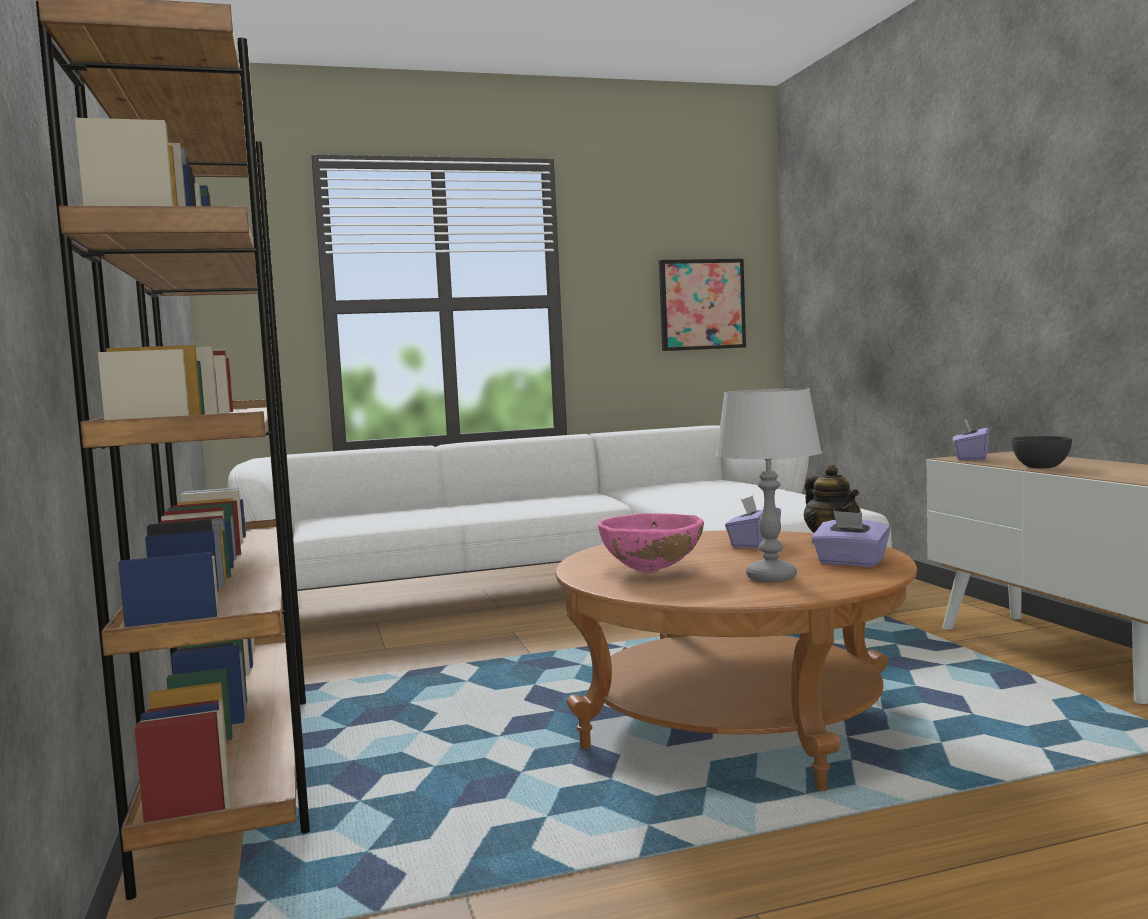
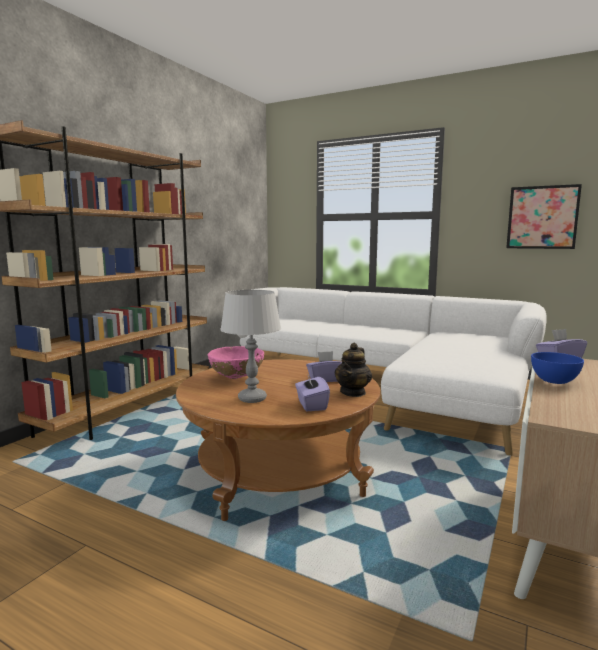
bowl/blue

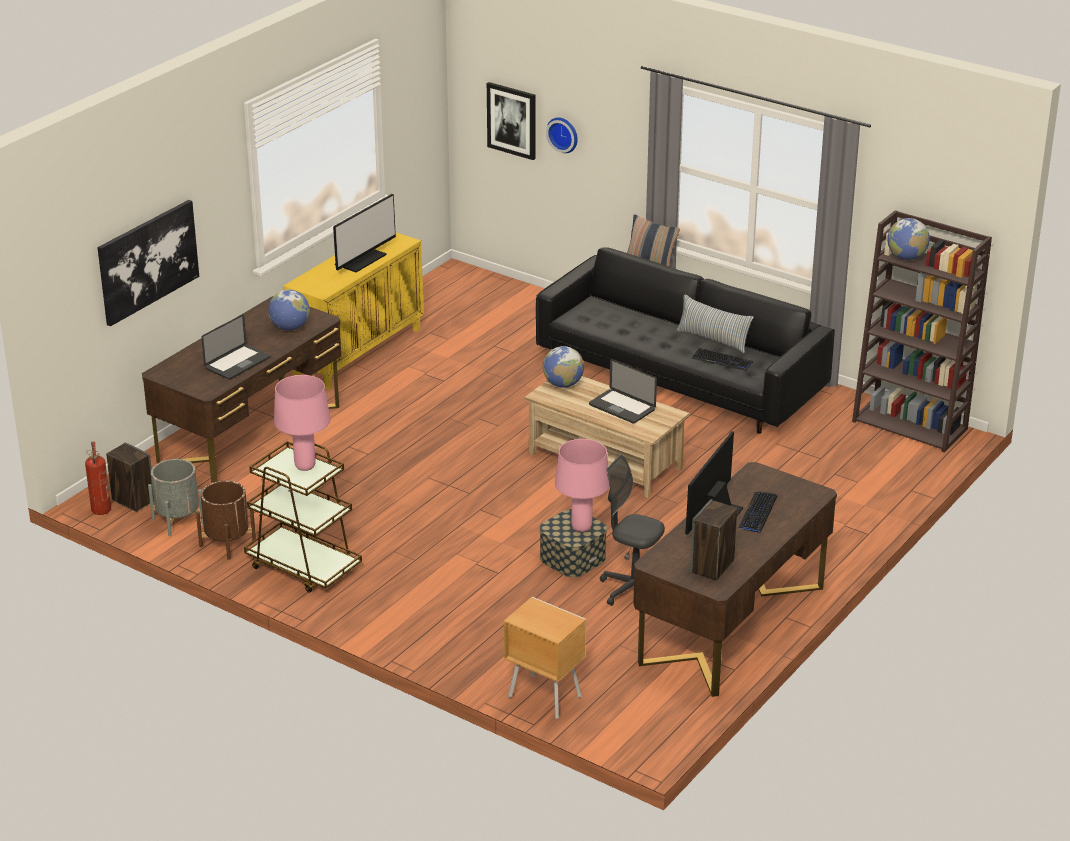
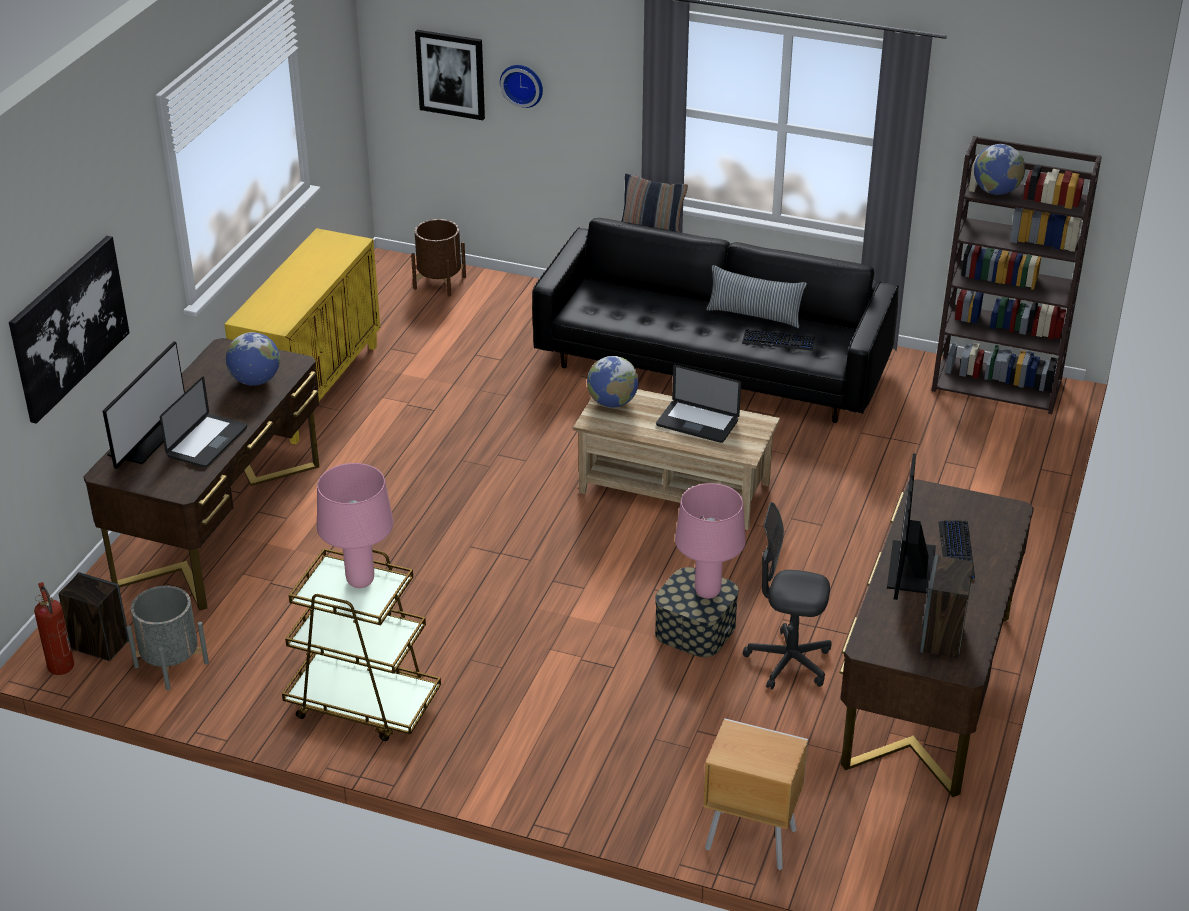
monitor (1st from left); planter/brown

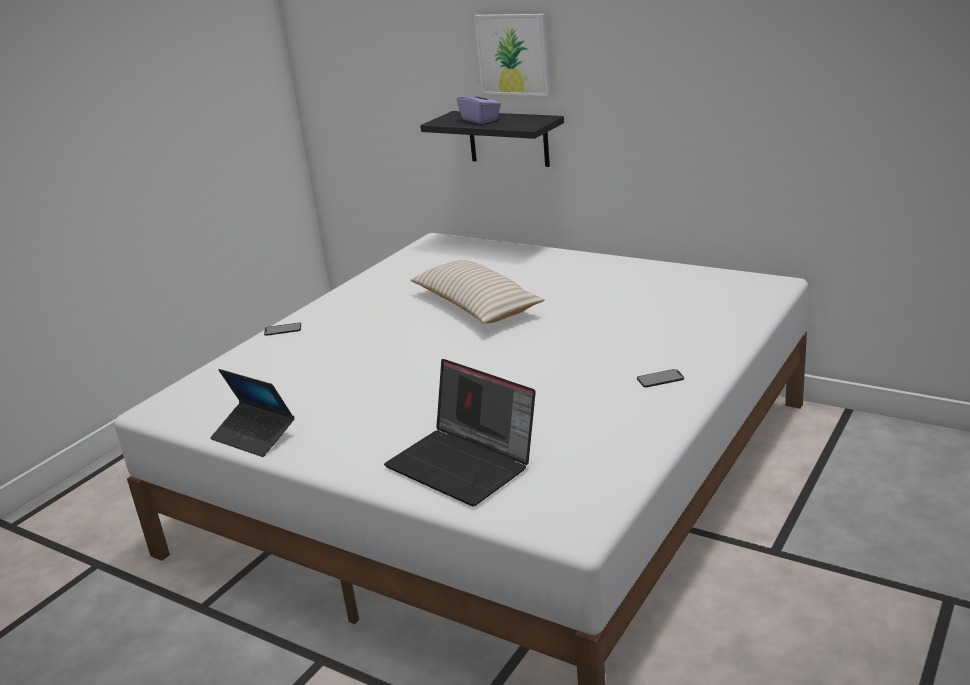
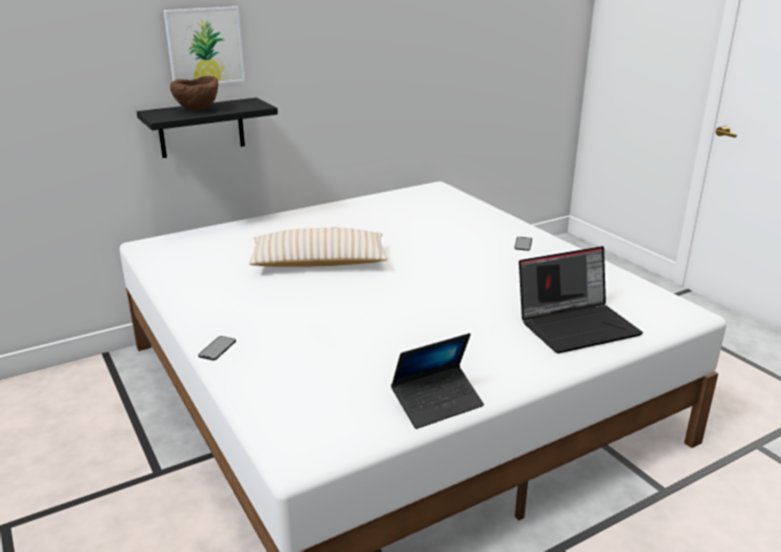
bowl/brown

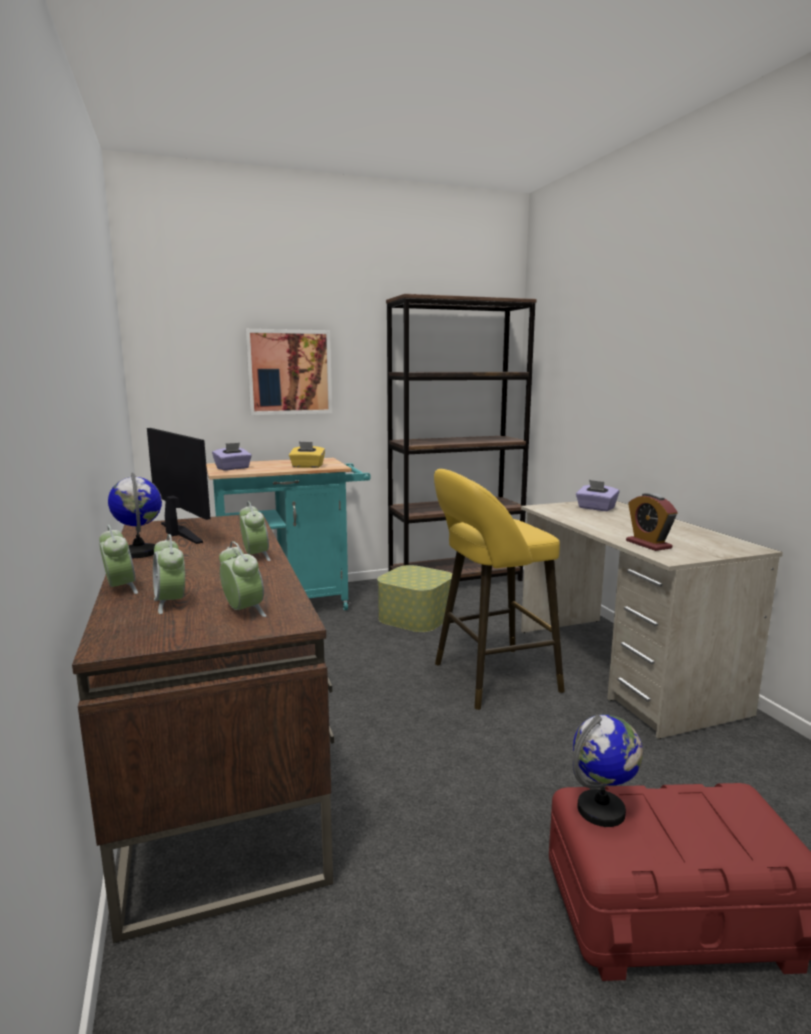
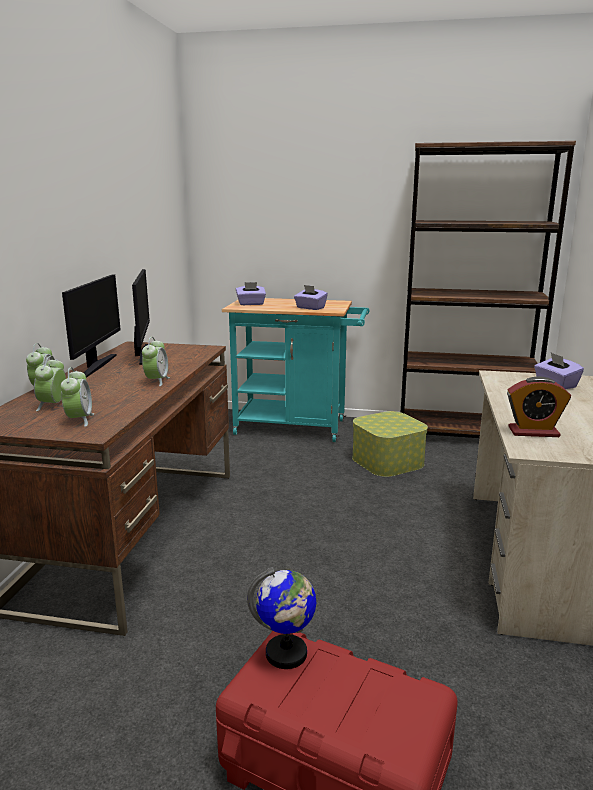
monitor (1st from left); tissue box/purple (2nd from left); alarm clock (5th from left); picture; stool/yellow

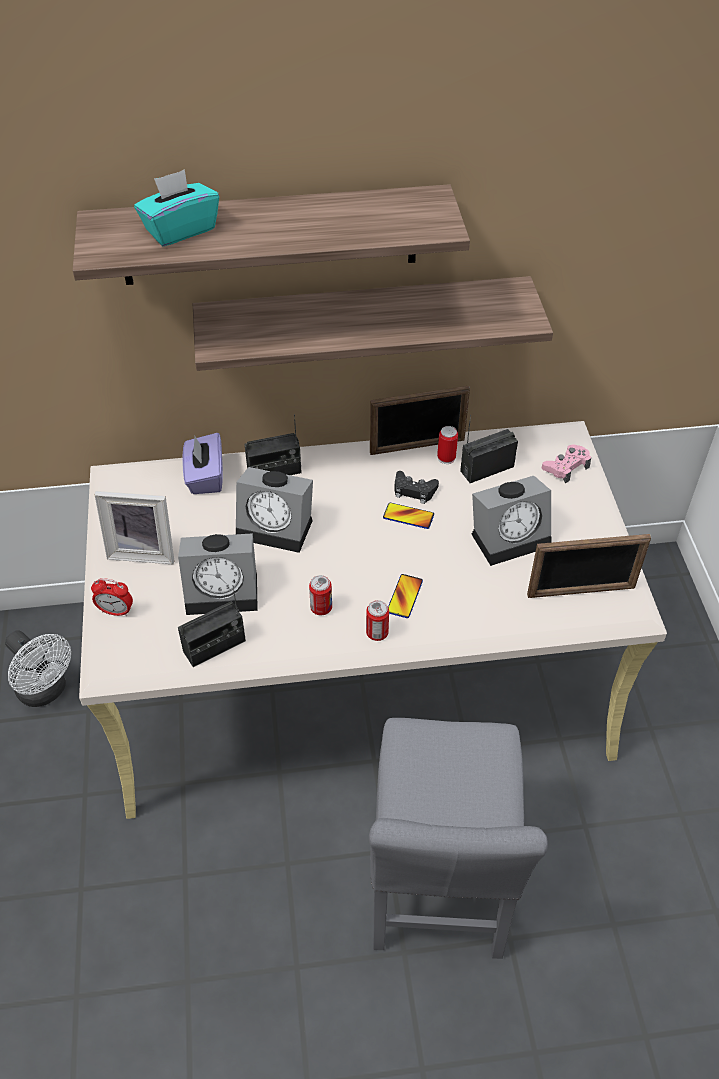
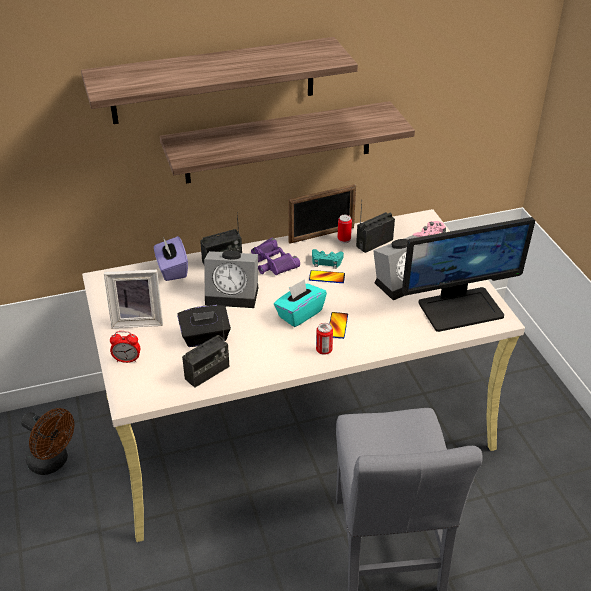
fan/brown; tissue box/black; binoculars/purple; tissue box/turquoise; game controller/turquoise; monitor; can (1st from left in the first image)

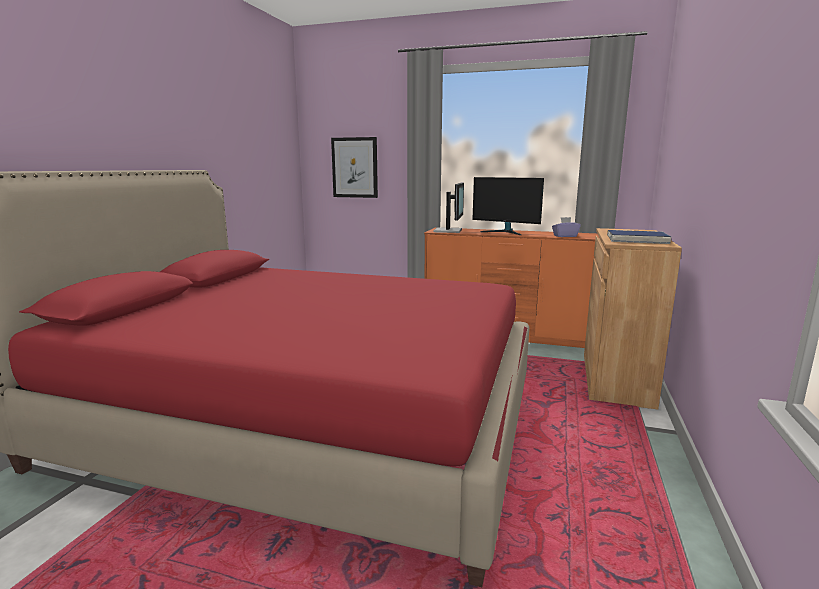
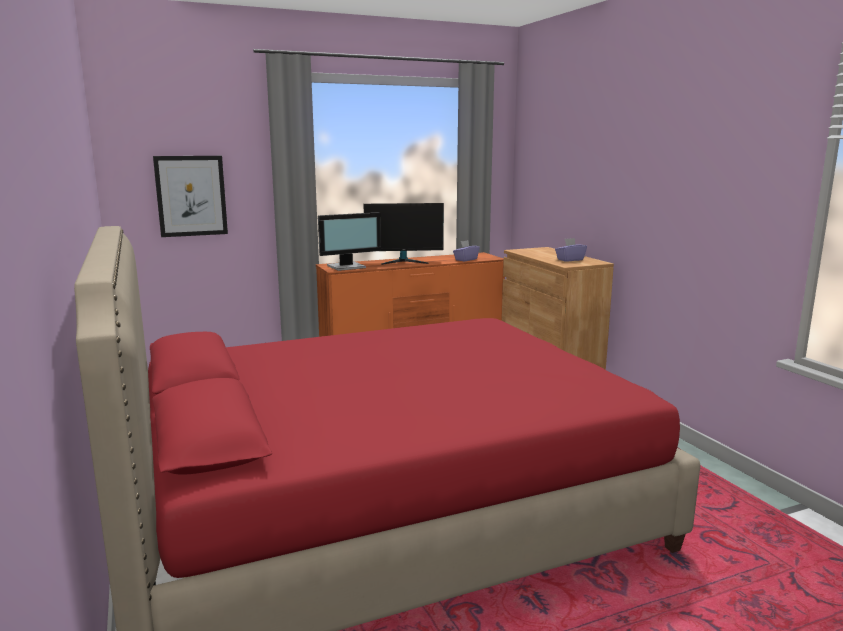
monitor (1st from left); tissue box/purple (2nd from left)

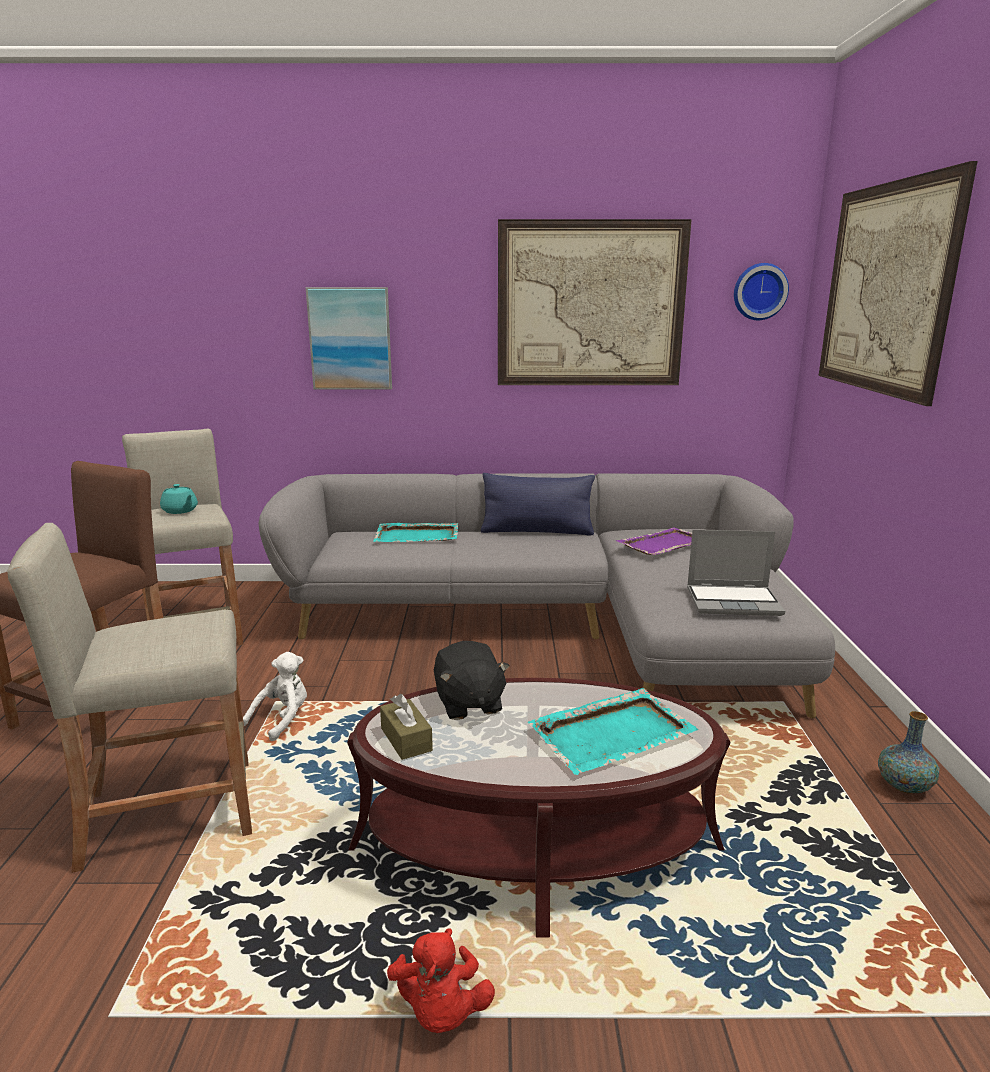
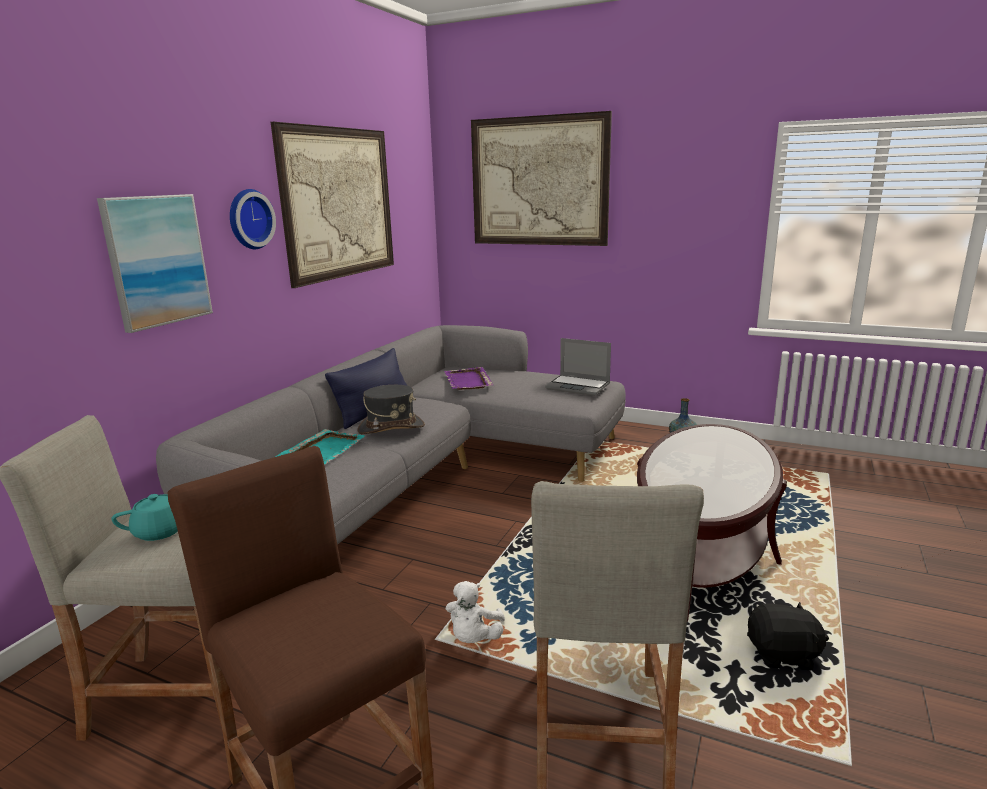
wall clock; hat/grey; plush toy/white; laptop; plush toy/black; tissue box/brown; plush toy/red; tray/turquoise (2nd from left in the first image)

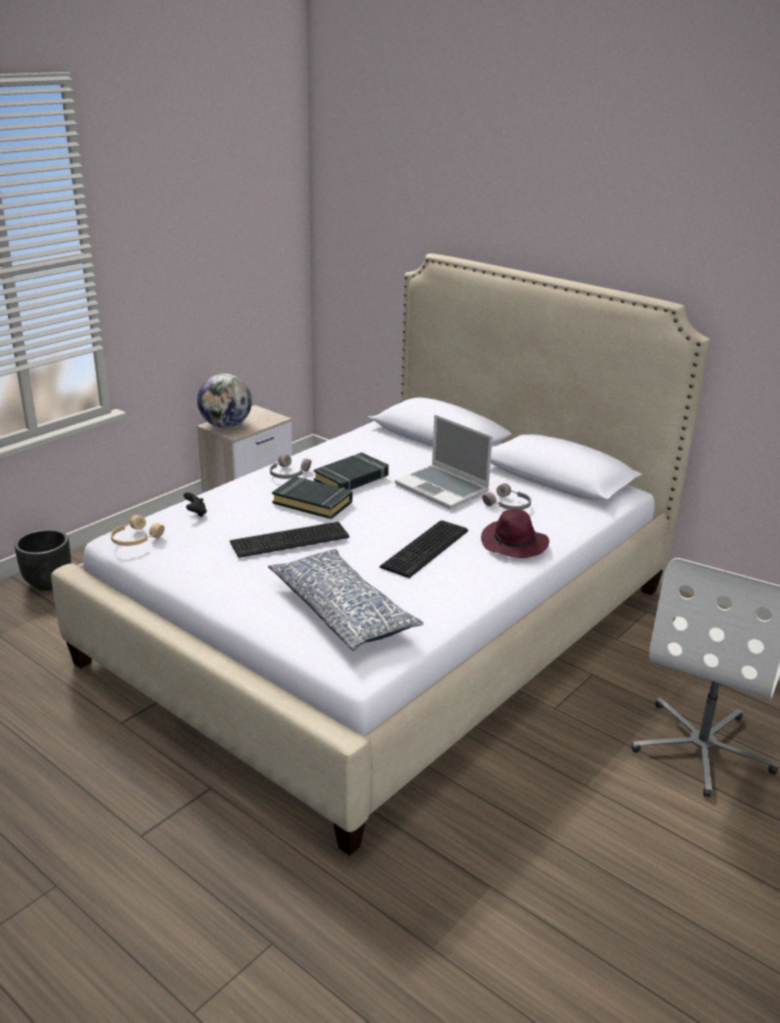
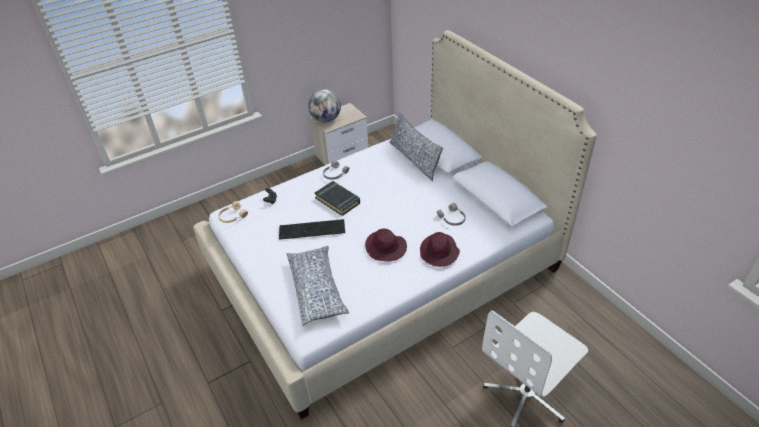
hat/purple (1st from left); pillow (2nd from left); planter/black; book/black (2nd from left in the first image); laptop

